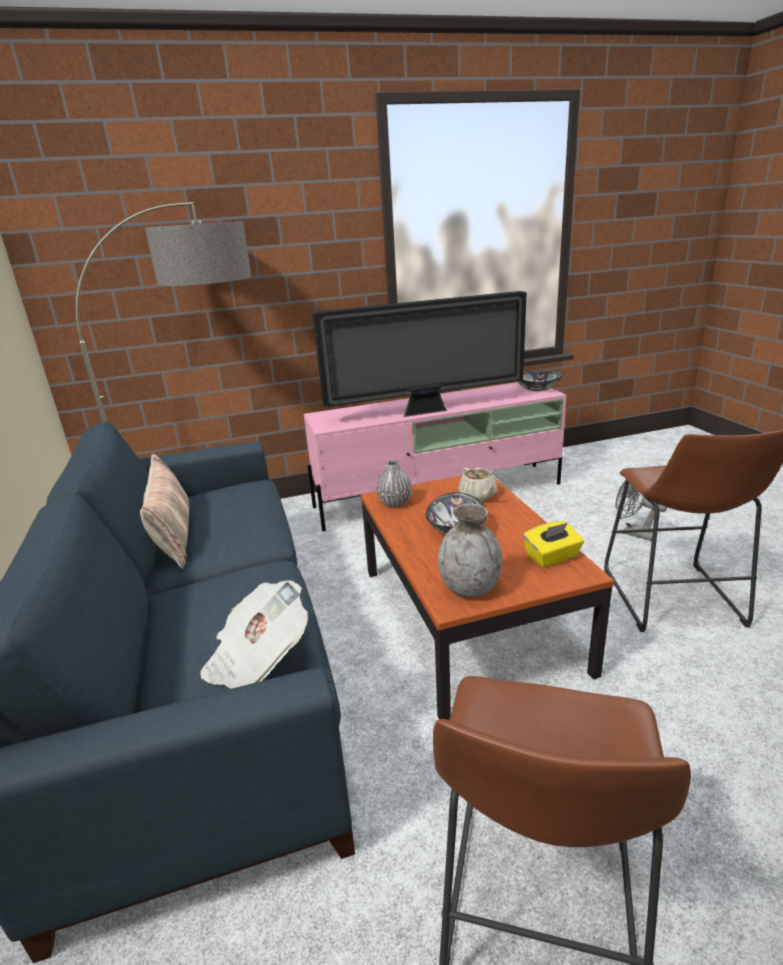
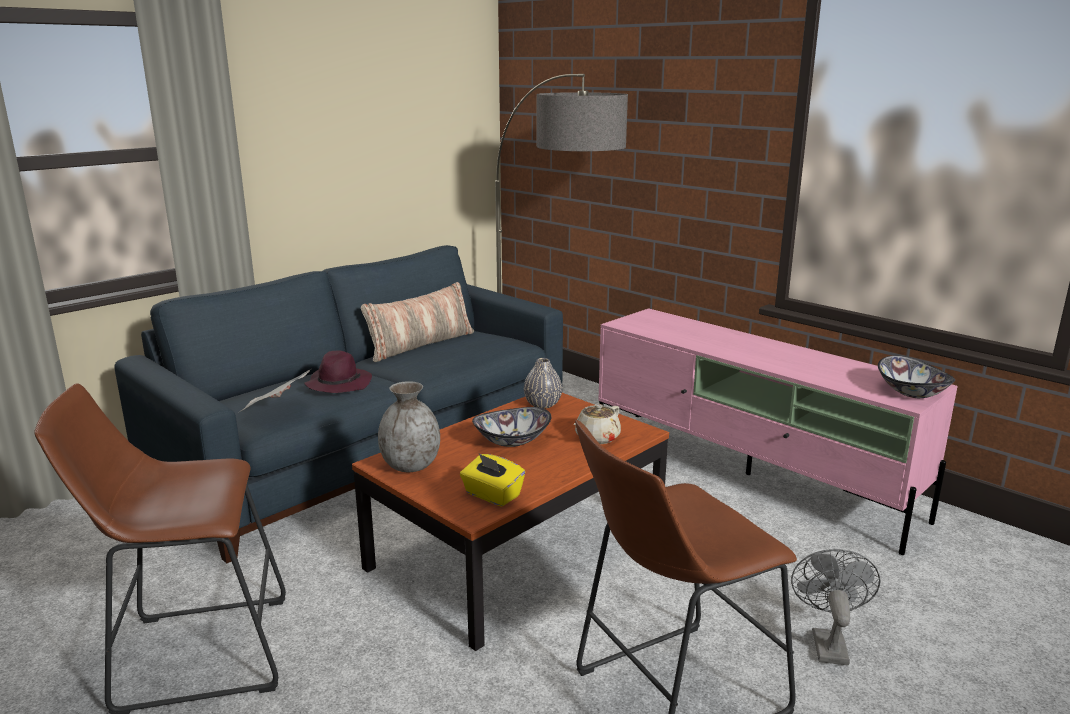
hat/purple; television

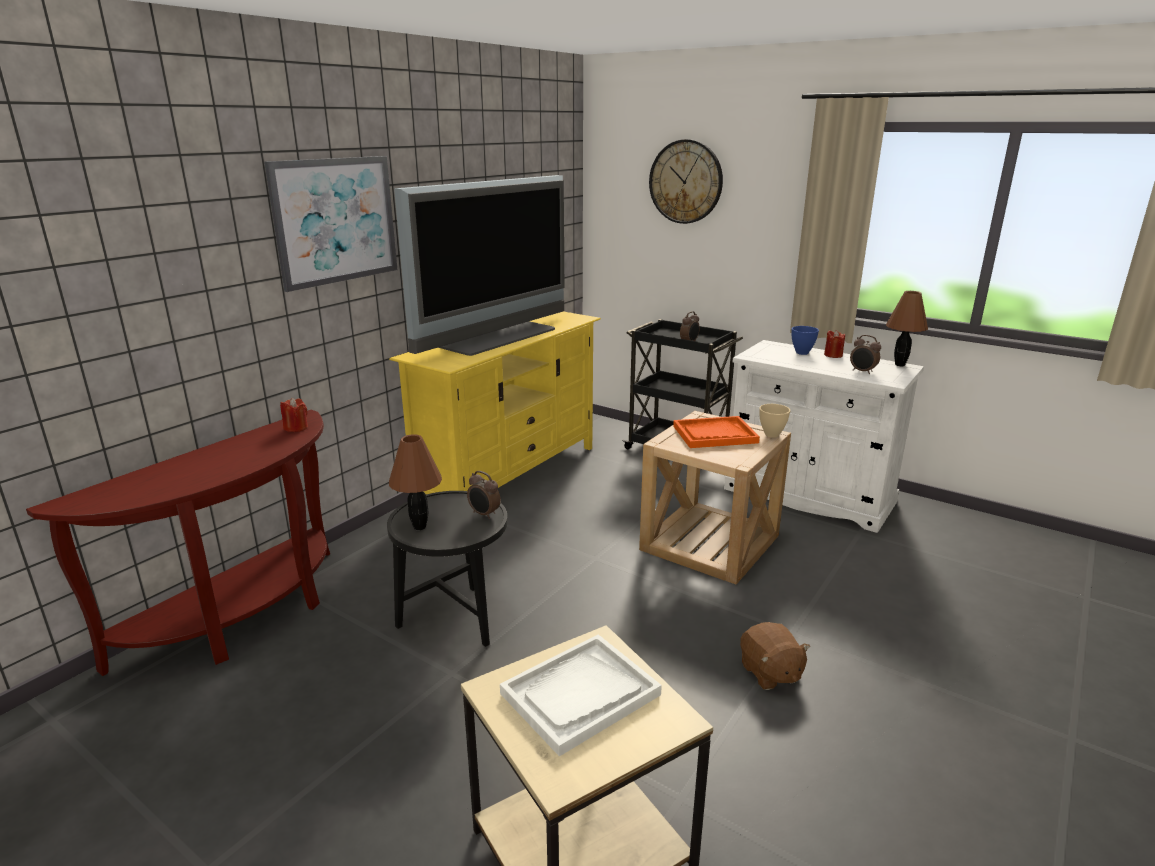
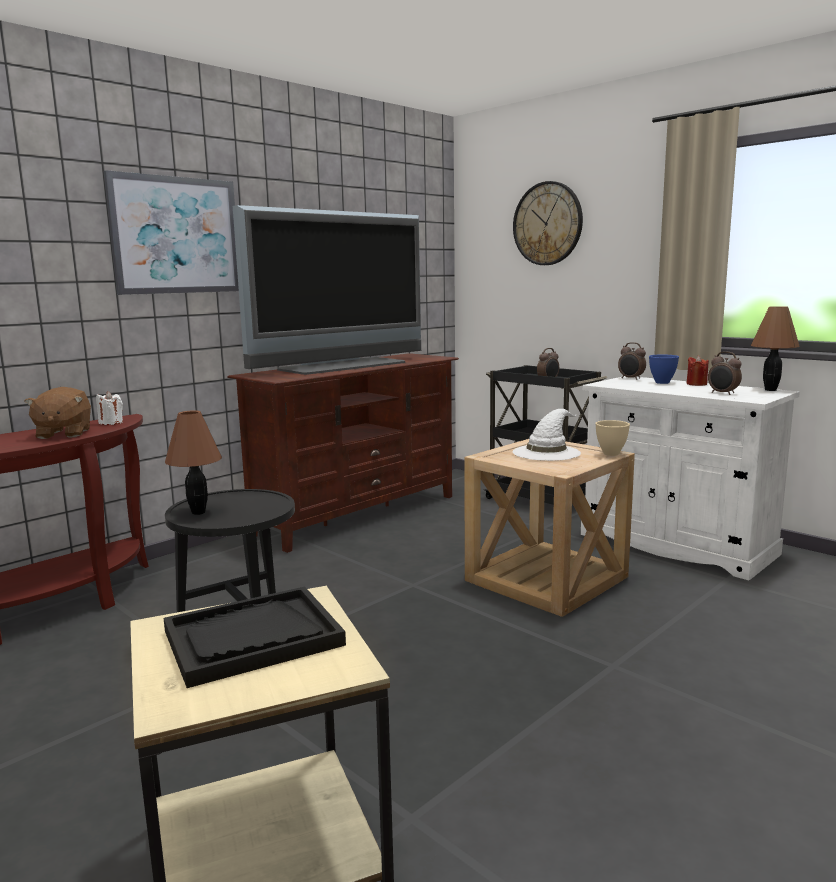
plush toy/brown; candle/white; tray/black; tv stand/brown; hat/white; alarm clock (2nd from left)

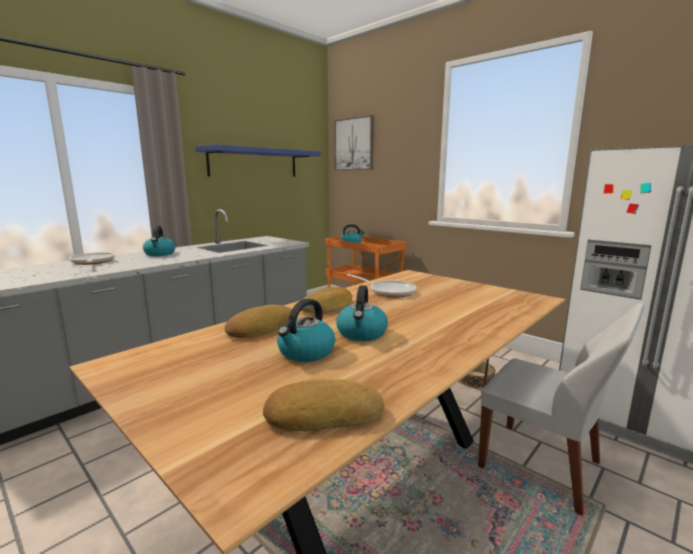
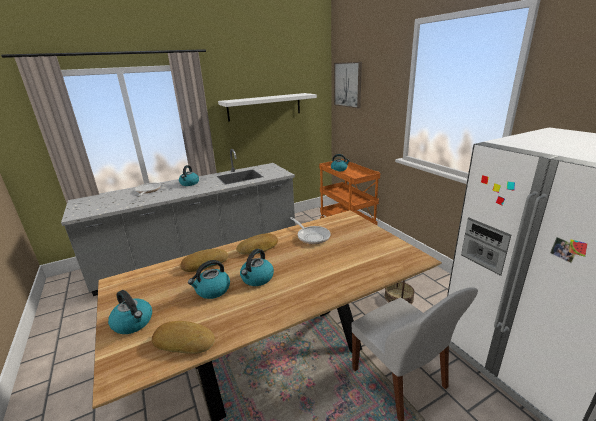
kettle (1st from left); shelf/white

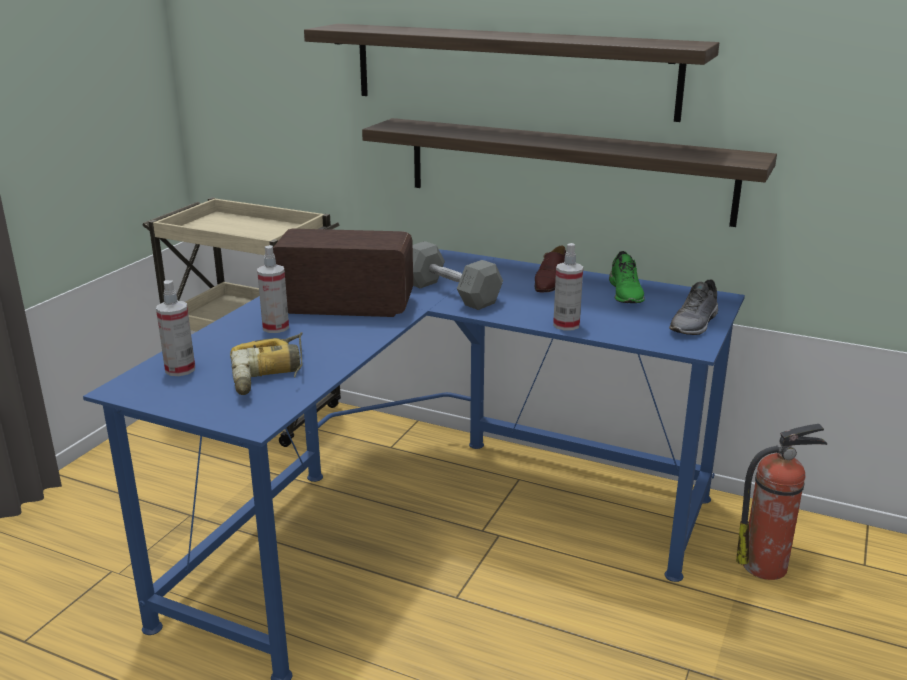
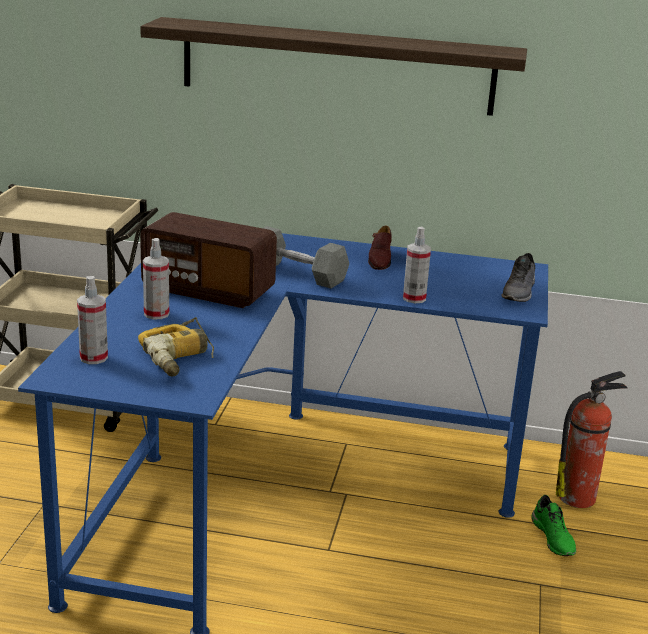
radio; shoe/green; shelf (2nd from left in the first image)

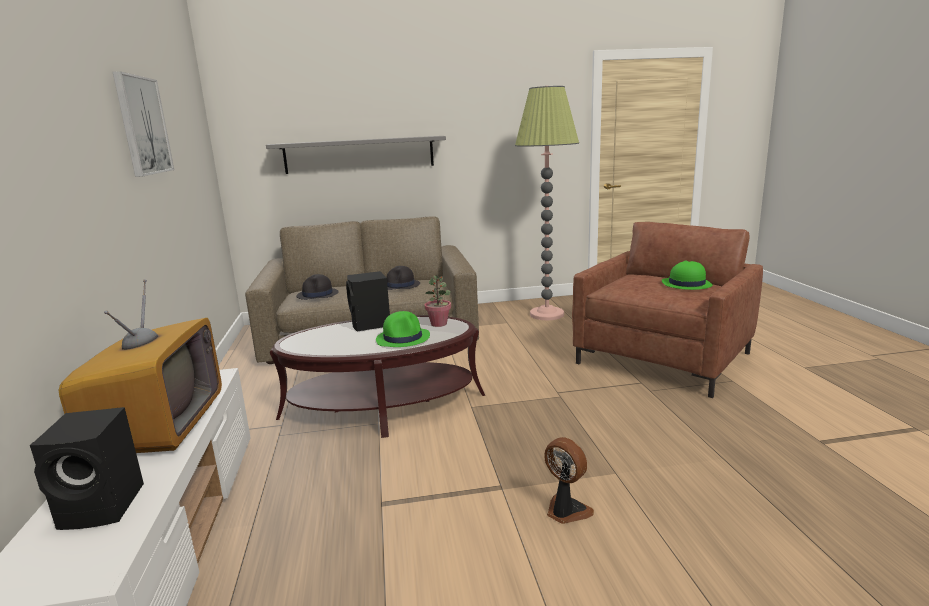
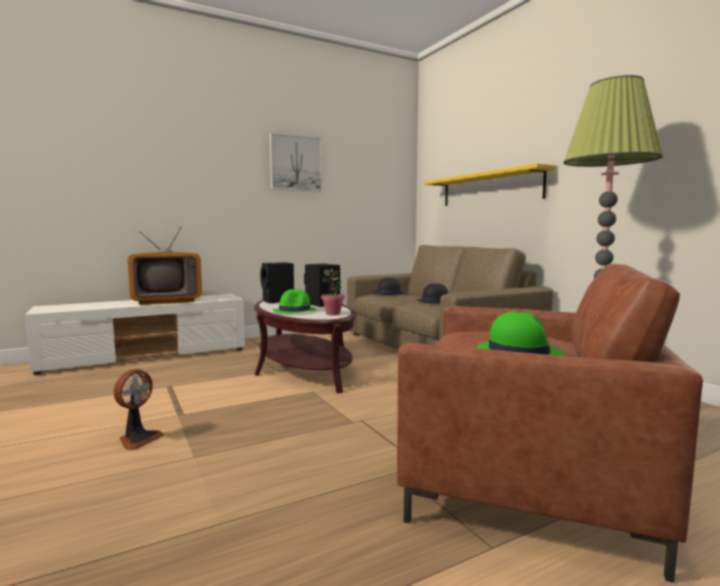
speaker/black (1st from left); shelf/yellow

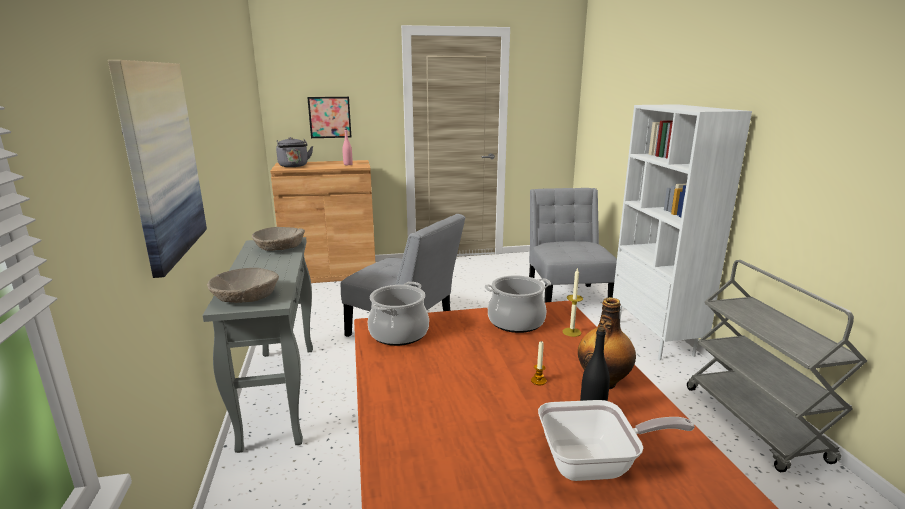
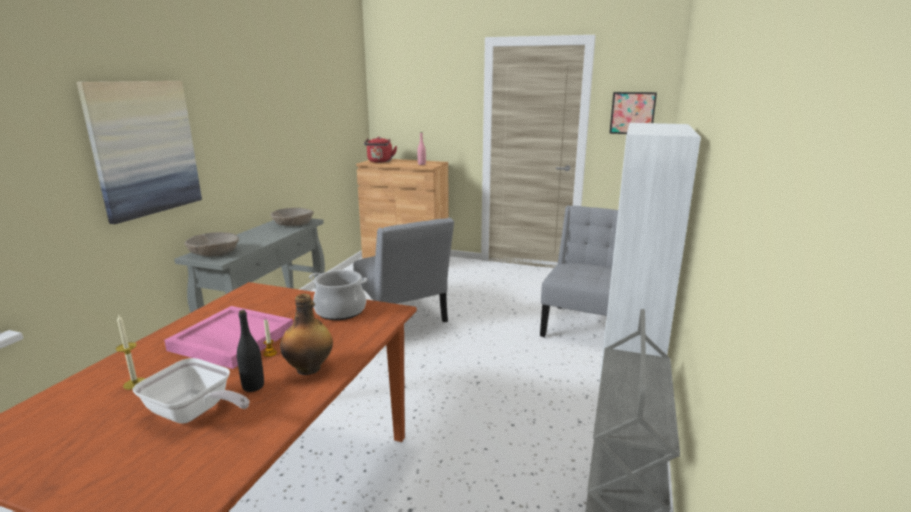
candle (1st from left); tray/pink; kettle/red; picture (2nd from left); cooking pot (1st from left in the first image)

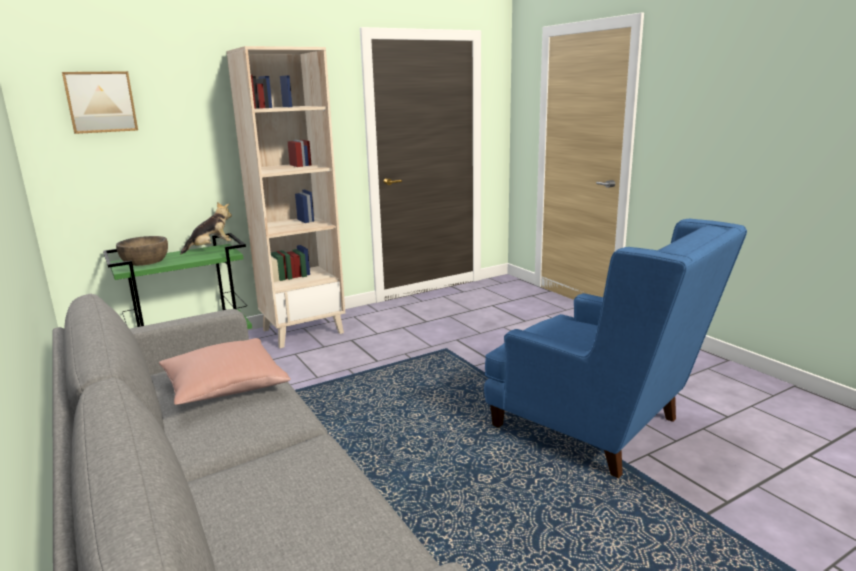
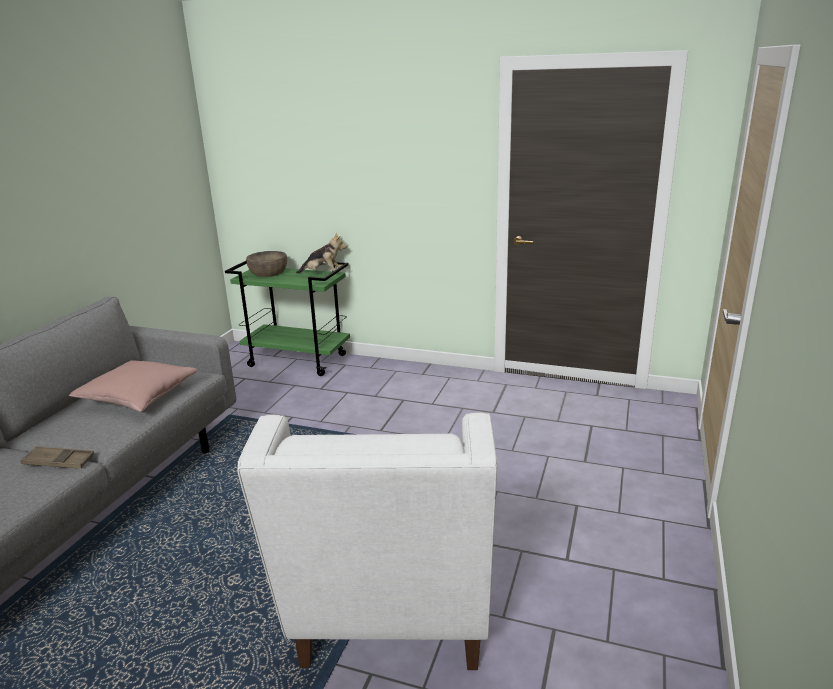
tray/brown; armchair/white; picture; bookcase/beige

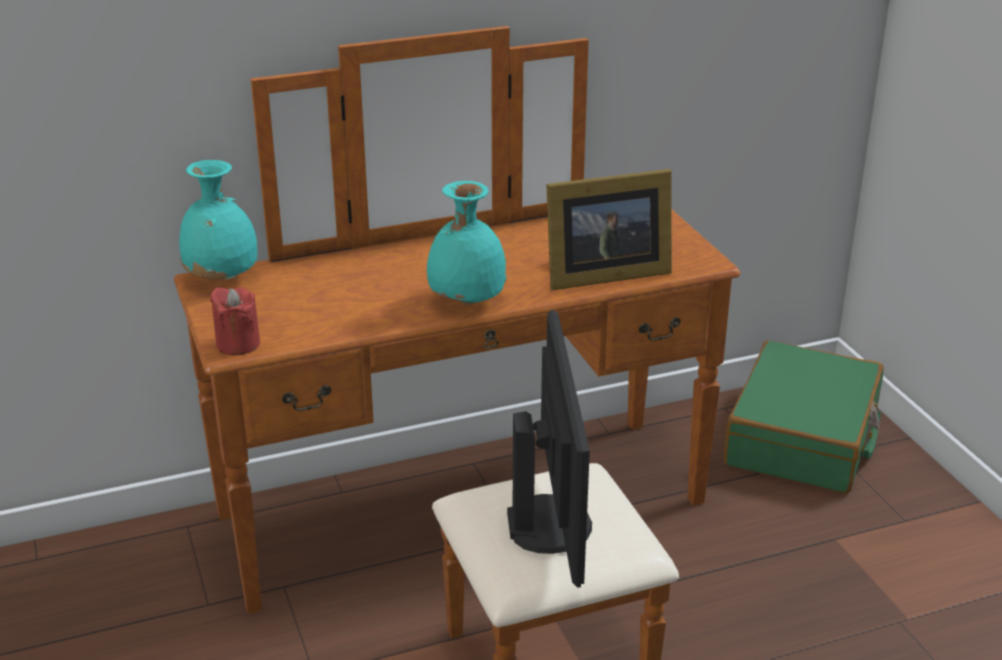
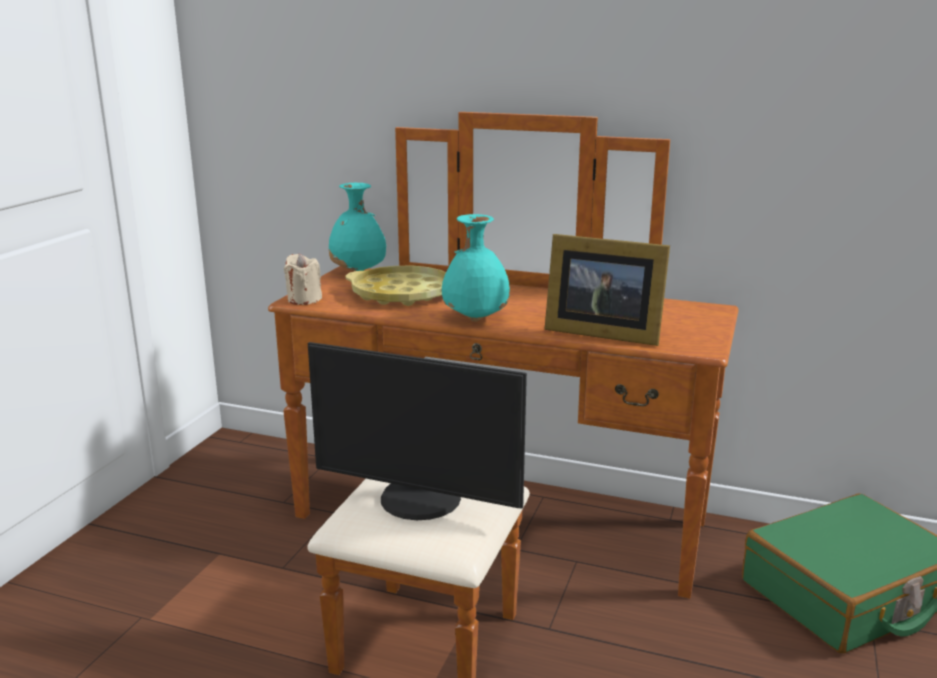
candle/beige; monitor; tray/yellow

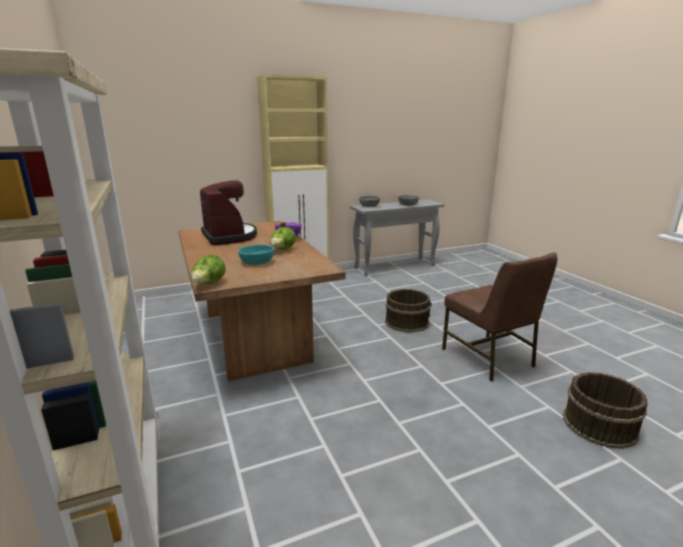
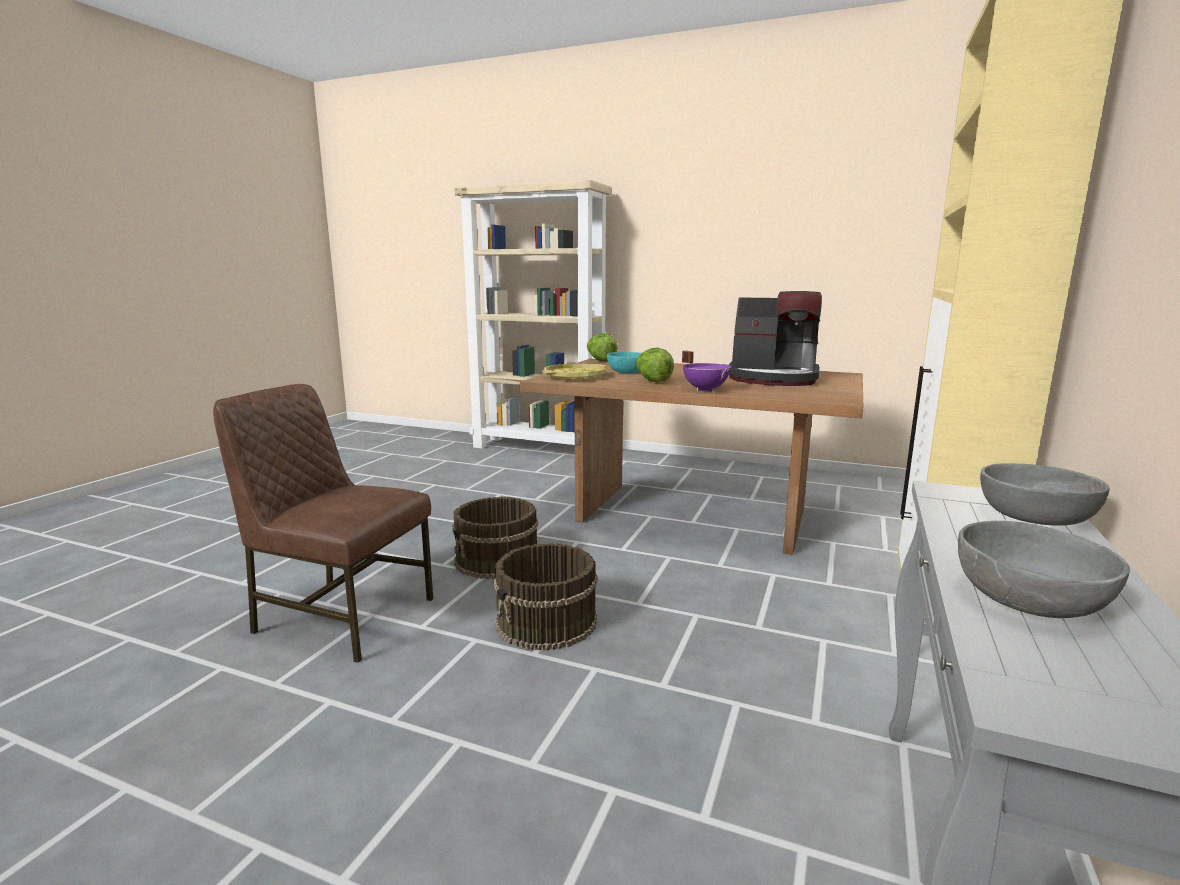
bucket/brown (1st from left); tray/yellow

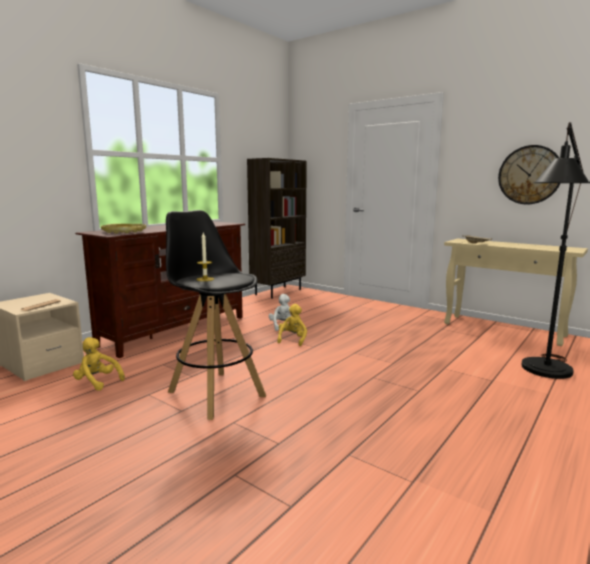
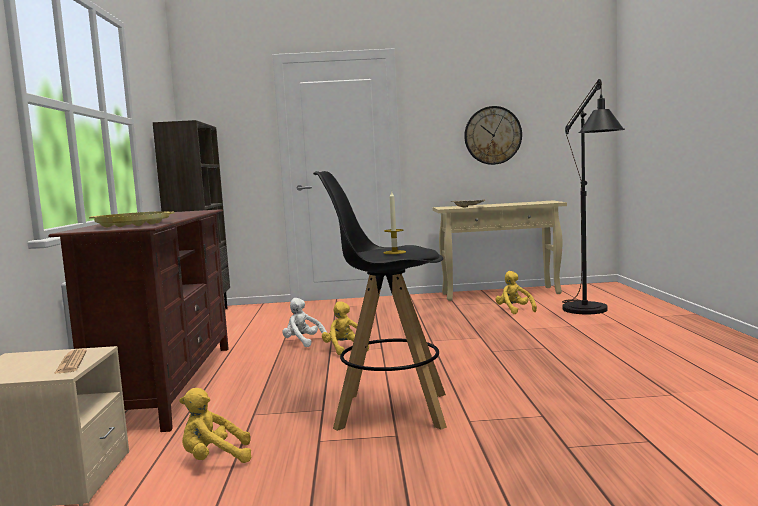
plush toy/yellow (3rd from left)

